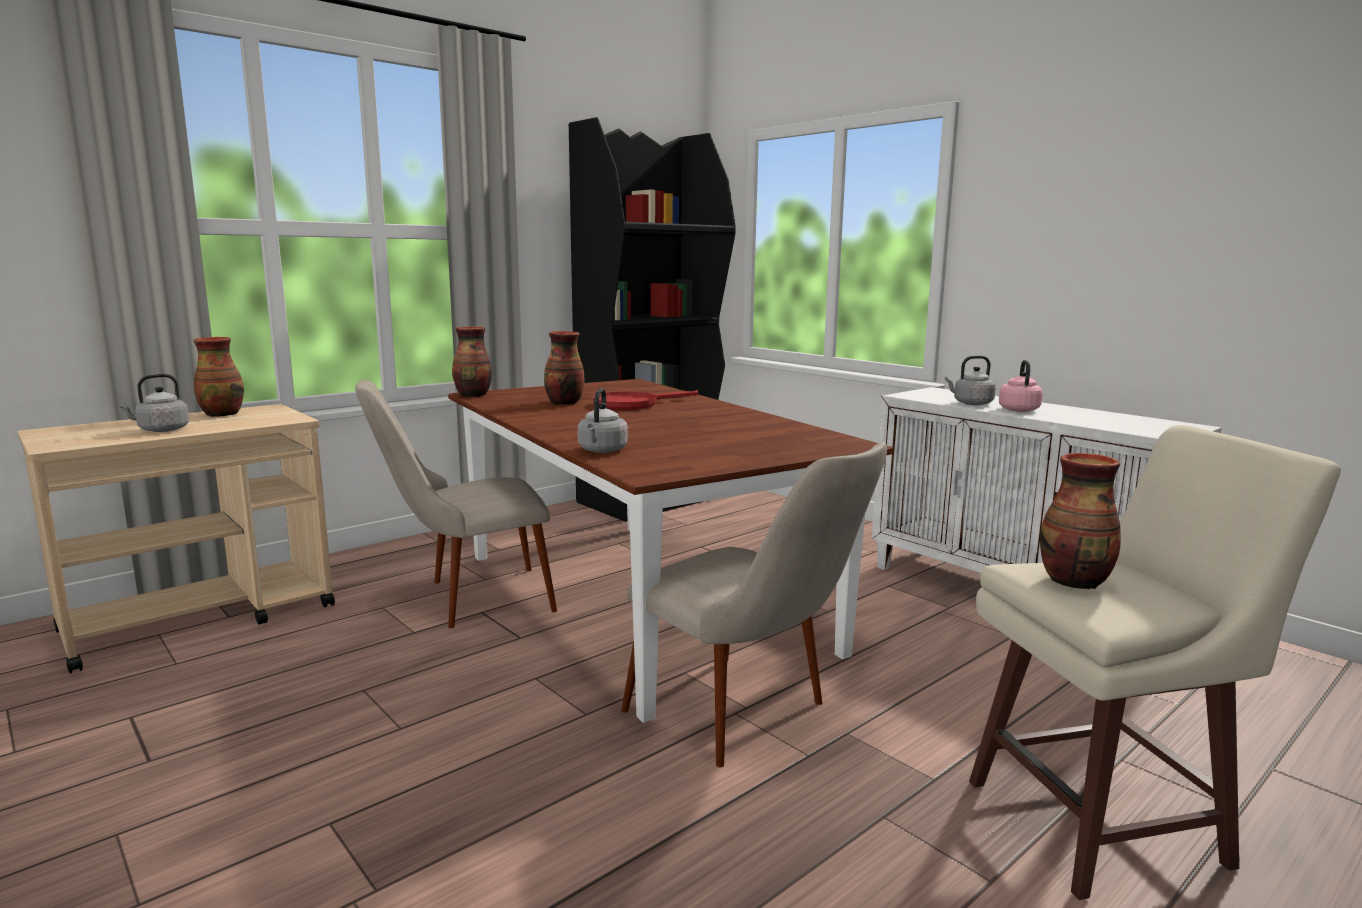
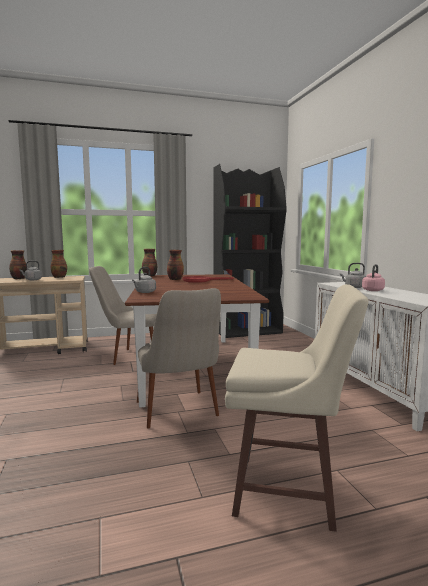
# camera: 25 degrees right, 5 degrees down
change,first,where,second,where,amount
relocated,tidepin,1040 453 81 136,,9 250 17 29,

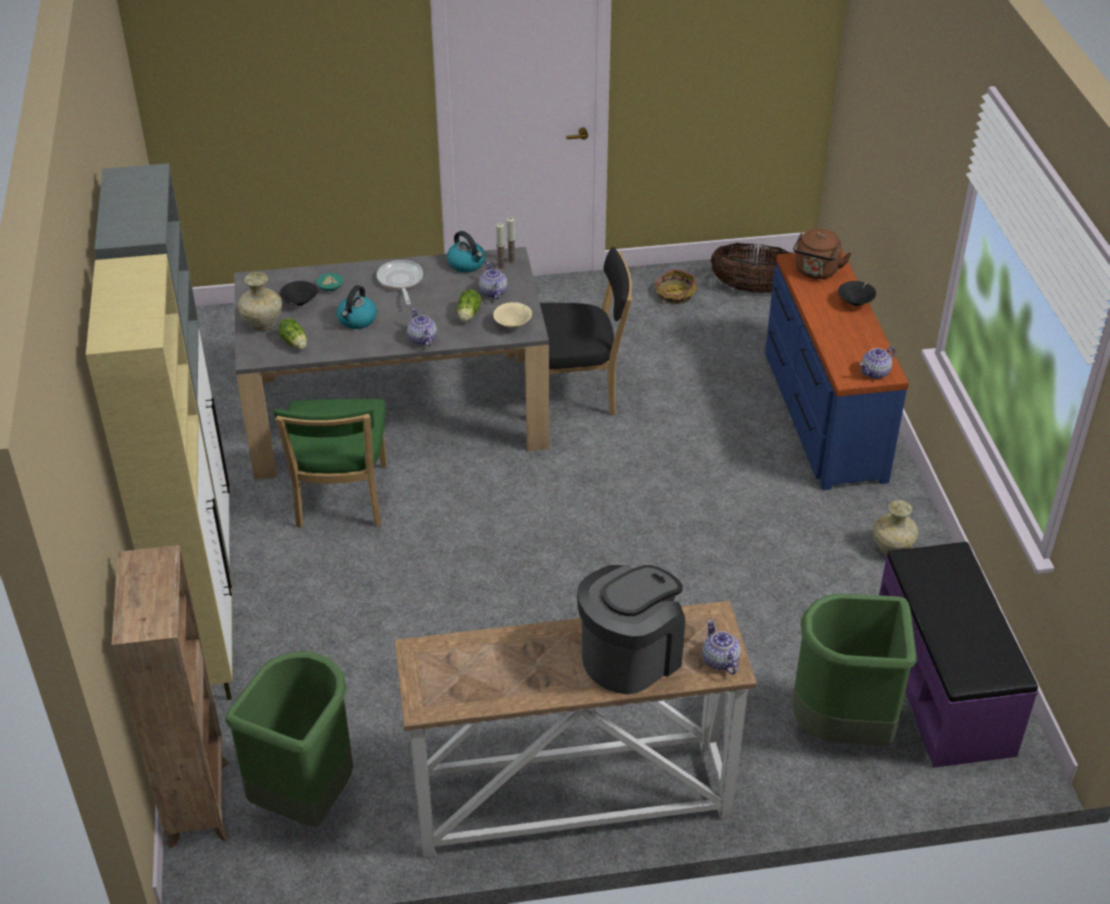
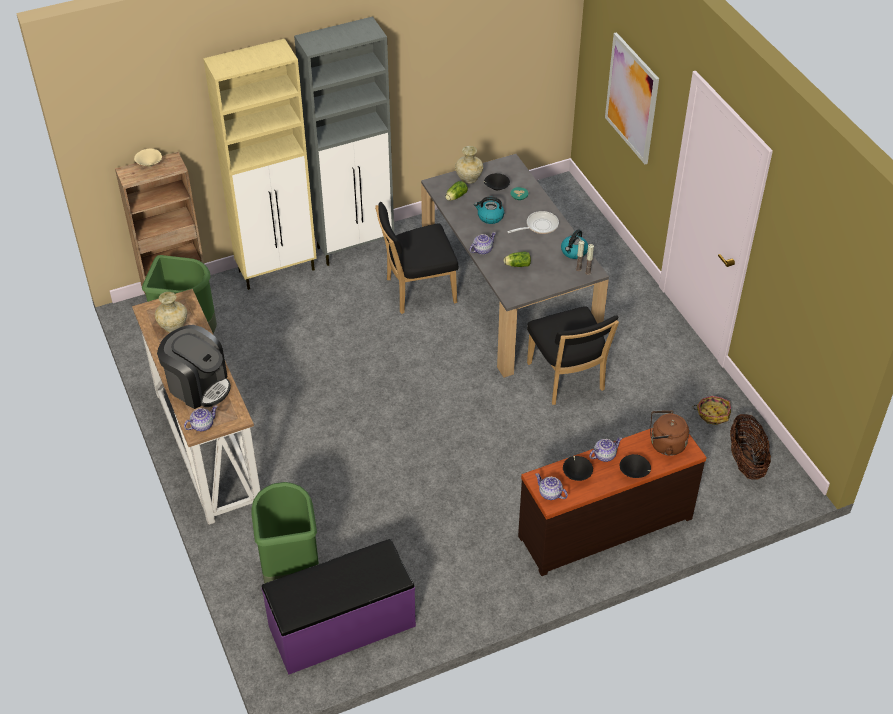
# camera: 75 degrees right, 5 degrees up
change,first,where,second,where,amount
relocated,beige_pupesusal,493 302 39 26,,134 149 28 18,
relocated,beige_tidepin,873 500 45 55,,155 292 32 41,
colour,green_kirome,274 399 113 129,black_kirome,375 202 83 112,
colour,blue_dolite,765 250 144 240,brown_dolite,518 428 189 148,
appeared,,,black_pupesusal,563 456 30 25,
relocated,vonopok,479 262 28 37,,589 437 33 25,
appeared,,,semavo,605 32 54 132,

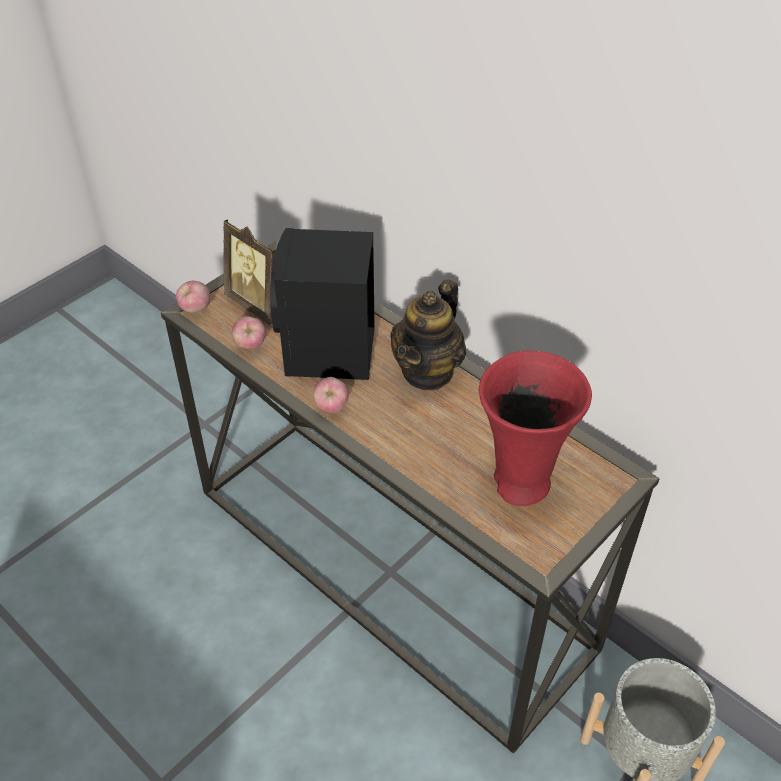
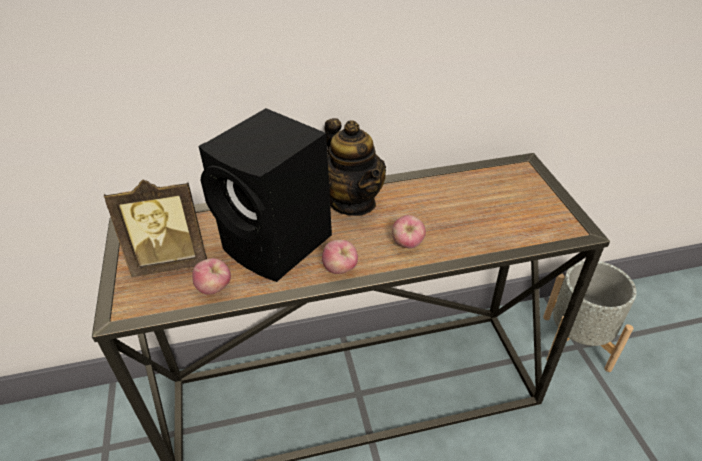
# camera: 55 degrees left, 5 degrees down
change,first,where,second,where,amount
relocated,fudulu,176 281 34 32,,392 215 34 34,
missing,red_tidepin,479 350 113 156,,,

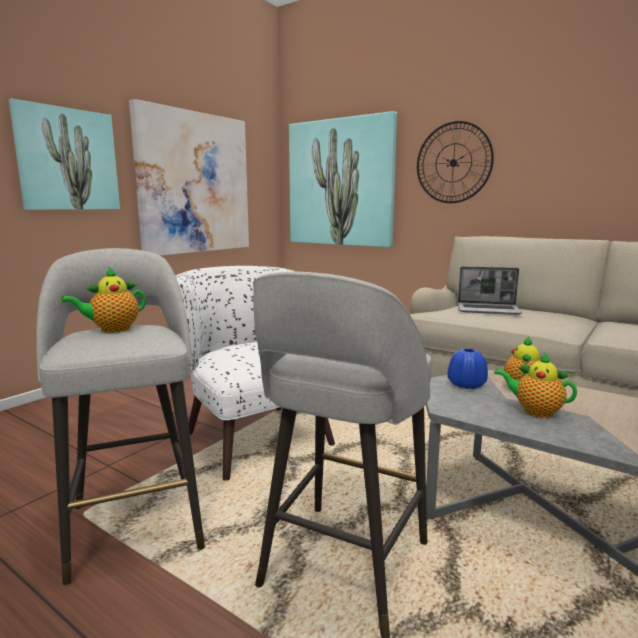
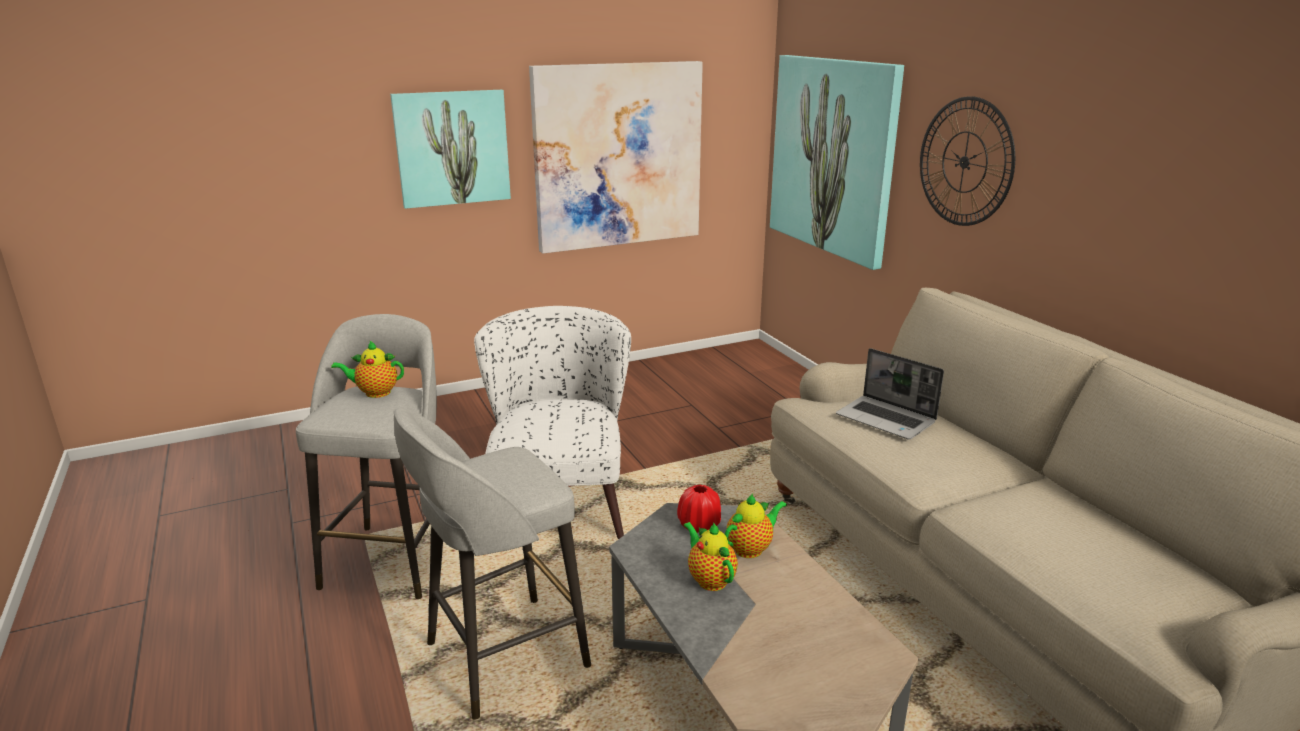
# camera: 30 degrees right, 10 degrees up
change,first,where,second,where,amount
colour,blue_tidepin,448 348 40 41,red_tidepin,677 485 44 48,

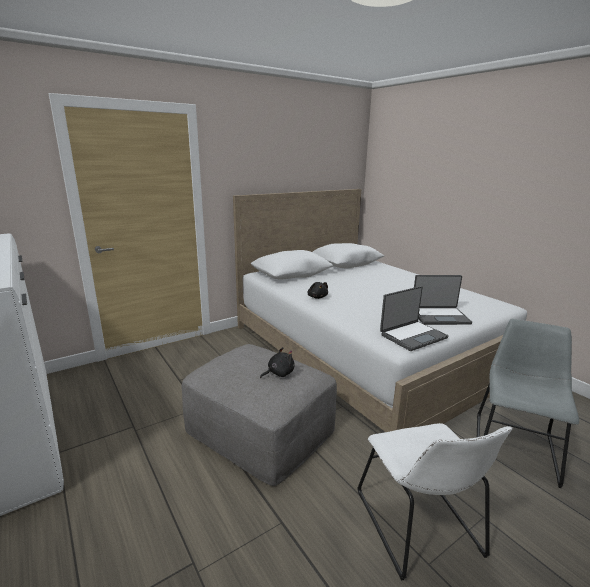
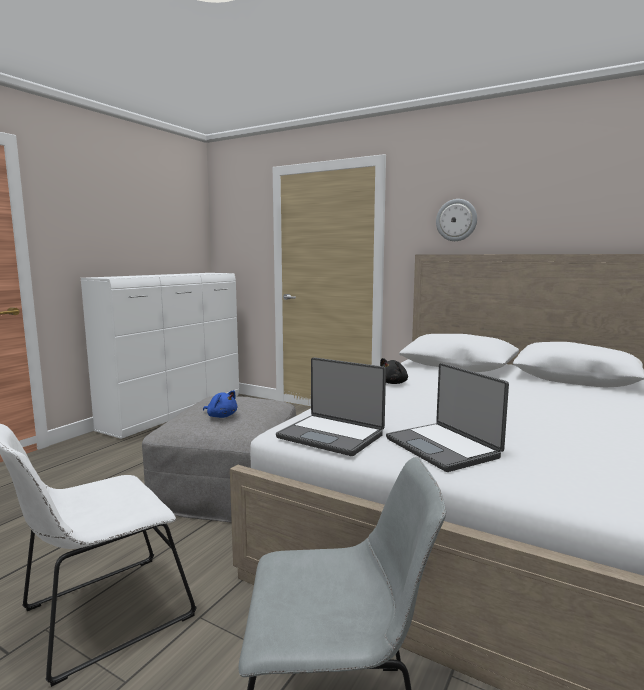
# camera: 65 degrees right, 10 degrees down
change,first,where,second,where,amount
colour,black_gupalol,260 347 35 31,blue_gupalol,203 390 34 28,
appeared,,,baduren,436 199 41 42,

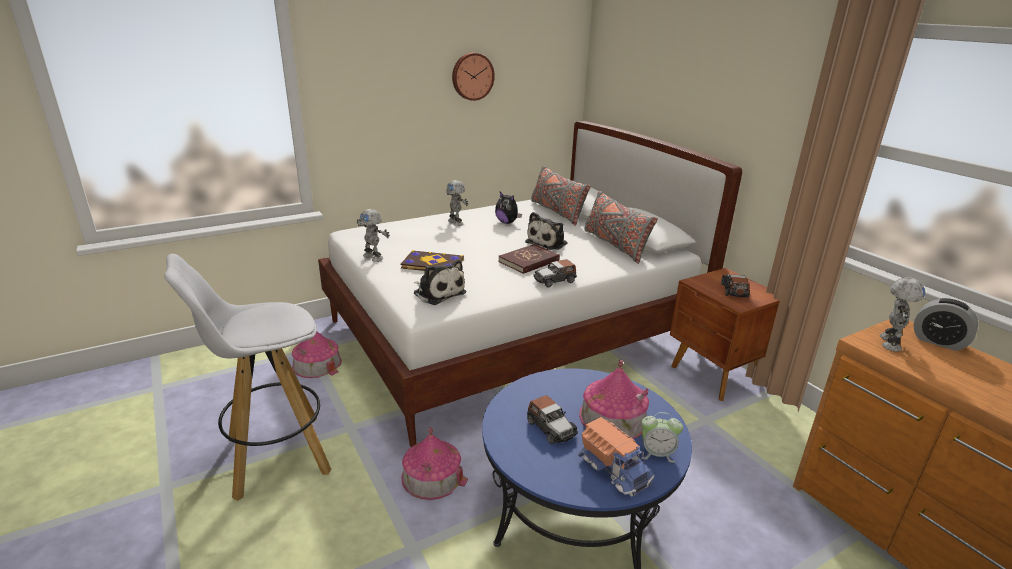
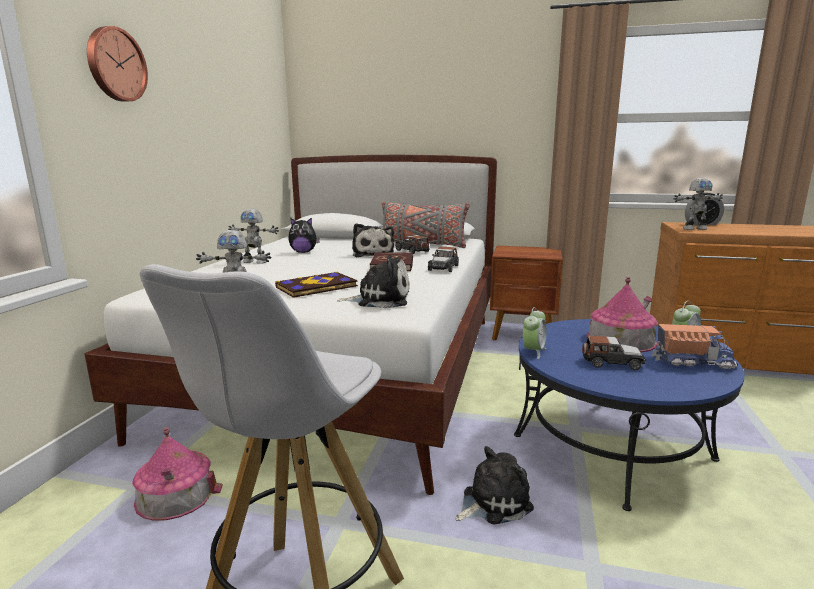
# camera: 45 degrees left, 10 degrees down
change,first,where,second,where,amount
relocated,baduren,452 53 43 48,,87 26 61 76,
relocated,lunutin,721 274 29 24,,395 235 35 19,
exchanged,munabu,401 427 67 73,gupalol,456 446 78 79,
appeared,,,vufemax,523 307 24 52,
spun,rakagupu,880 277 45 75,,674 178 49 52,105 degrees clockwise
missing,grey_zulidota,531 166 60 60,,,

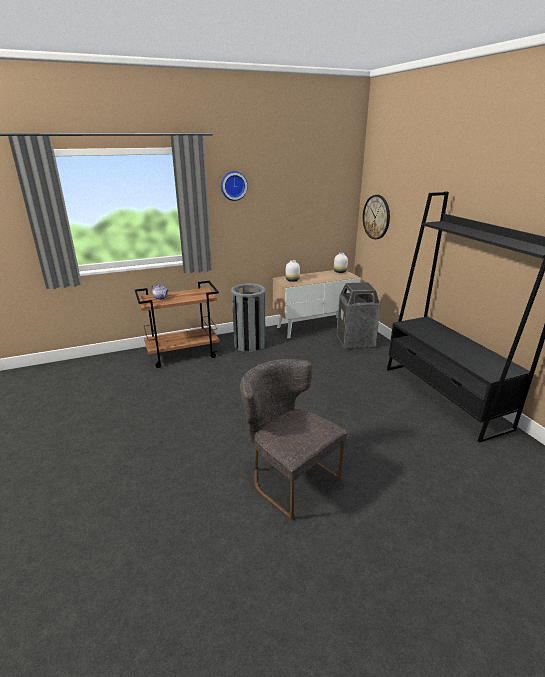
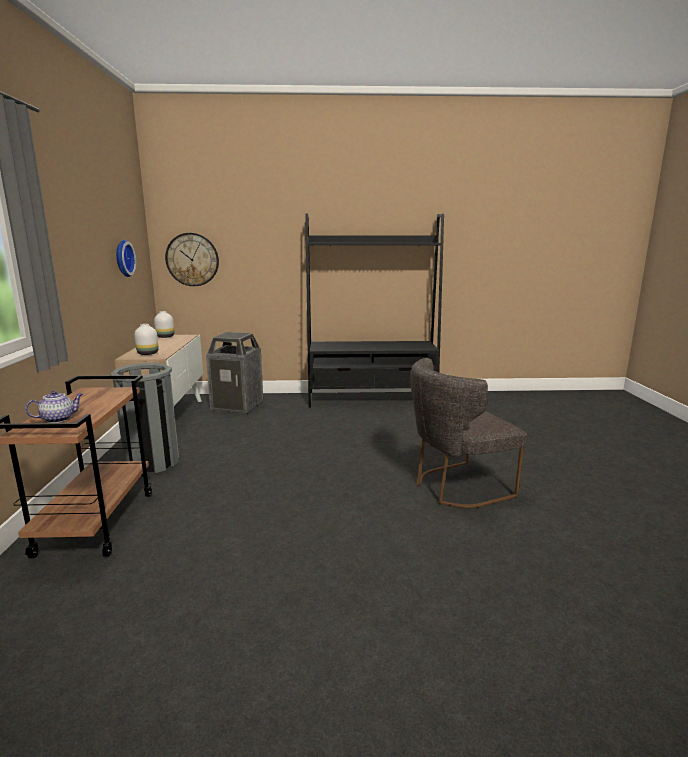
# camera: 70 degrees left, 10 degrees down
change,first,where,second,where,amount
relocated,baduren,221 171 27 30,,116 240 20 37,

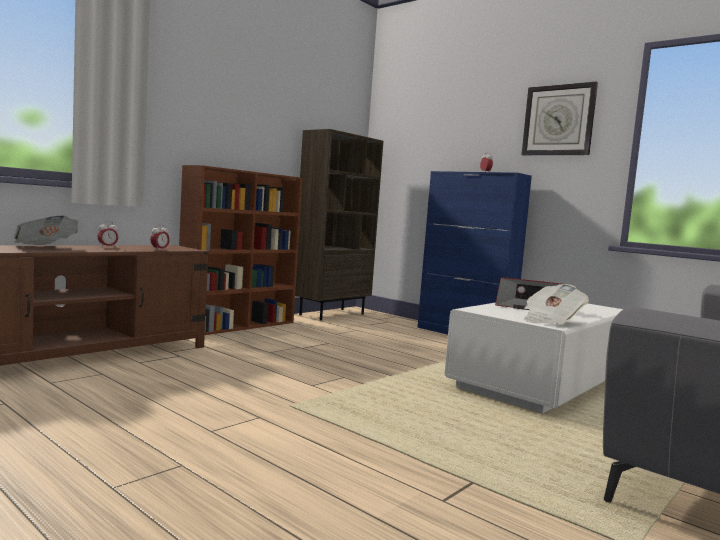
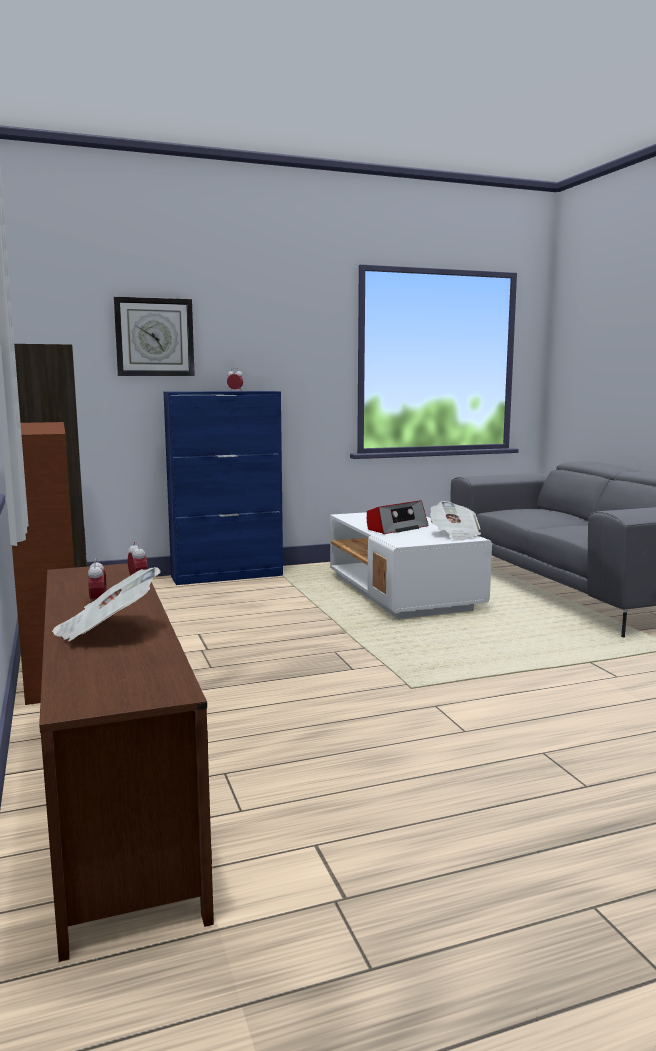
# camera: 60 degrees left, 5 degrees up
change,first,where,second,where,amount
relocated,baduren,522 82 76 73,,114 297 81 79,

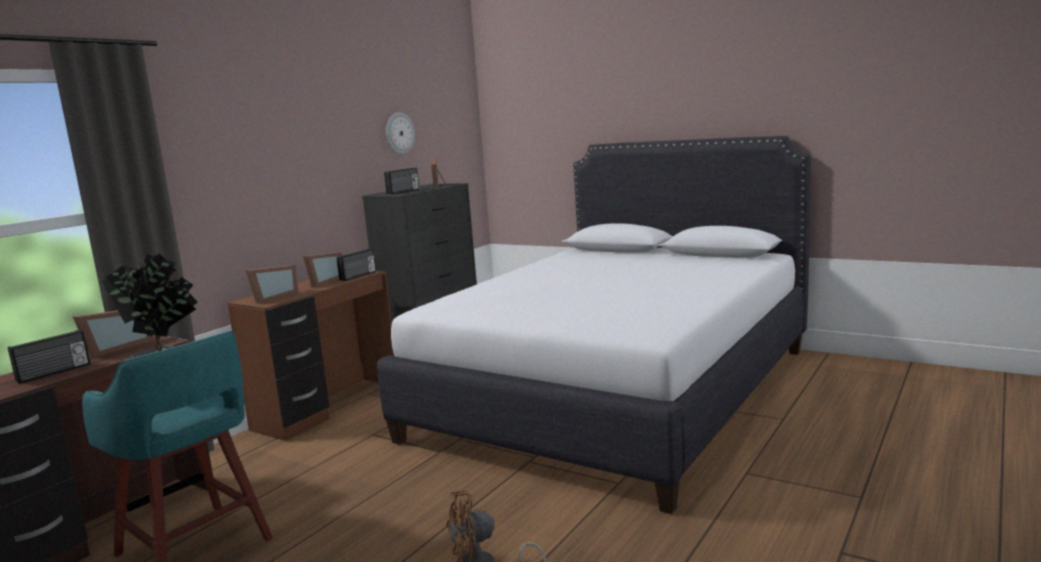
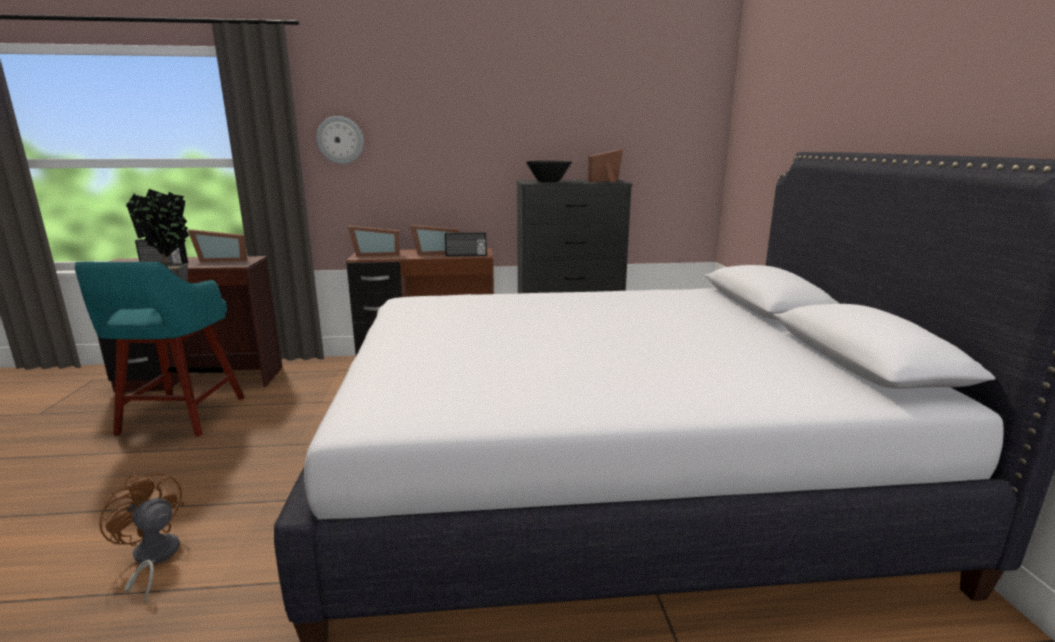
# camera: 50 degrees right, 5 degrees up
change,first,where,second,where,amount
relocated,baduren,386 112 29 43,,316 116 48 48,
exchanged,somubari,384 168 35 26,black_pupesusal,526 161 46 21,

